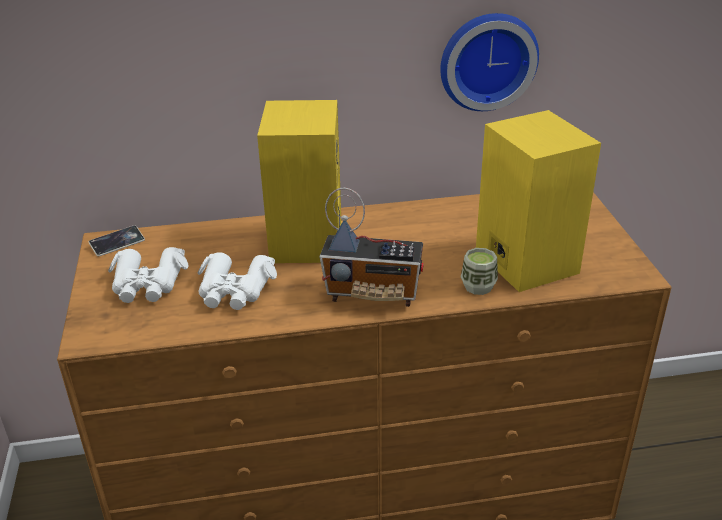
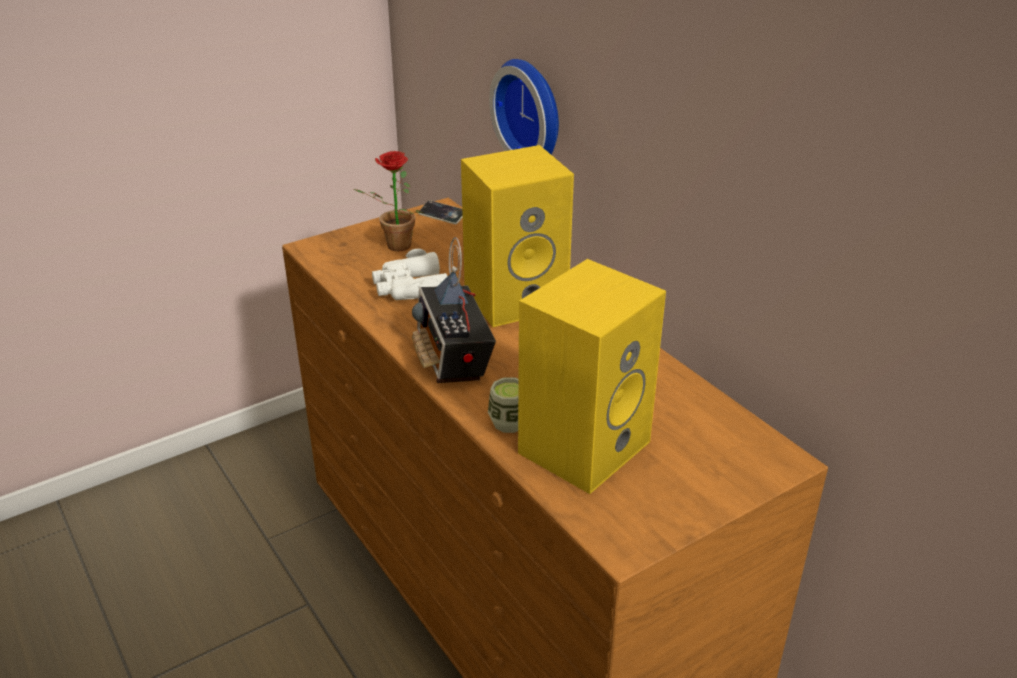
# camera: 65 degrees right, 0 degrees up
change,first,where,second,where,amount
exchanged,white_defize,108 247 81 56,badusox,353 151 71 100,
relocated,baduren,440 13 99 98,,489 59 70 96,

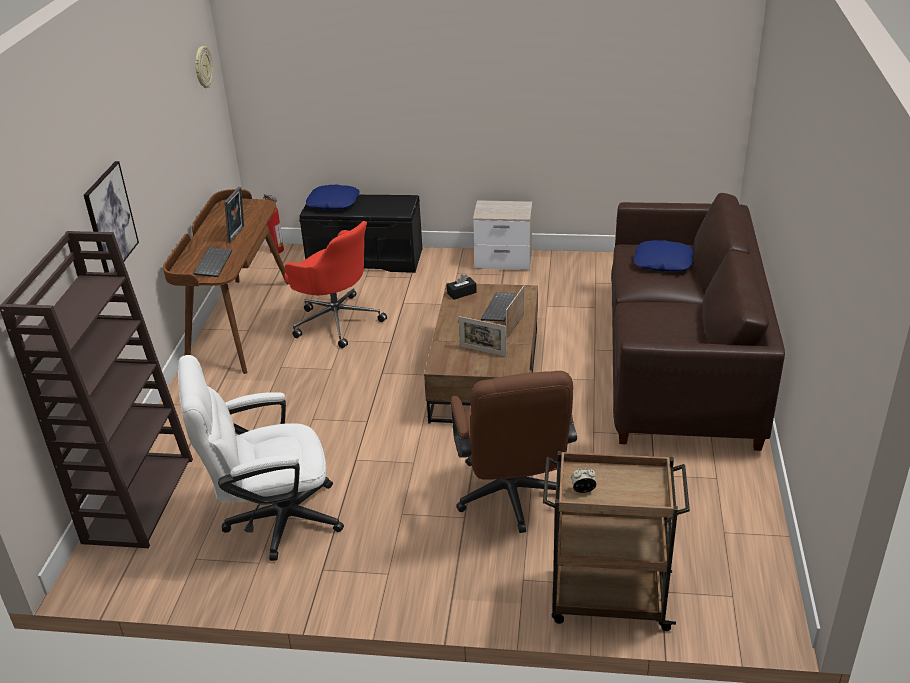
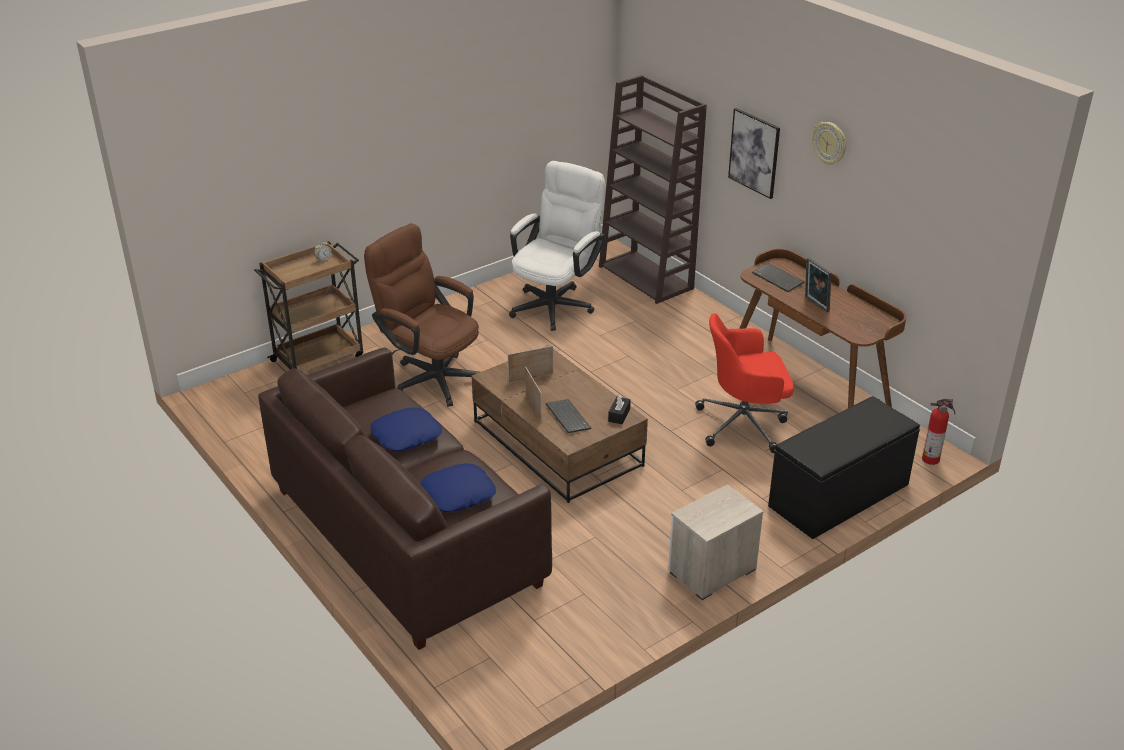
# camera: 135 degrees right, 0 degrees up
change,first,where,second,where,amount
relocated,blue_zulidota,306 184 54 26,,370 407 72 44,
relocated,baduren,195 46 18 42,,813 122 33 43,

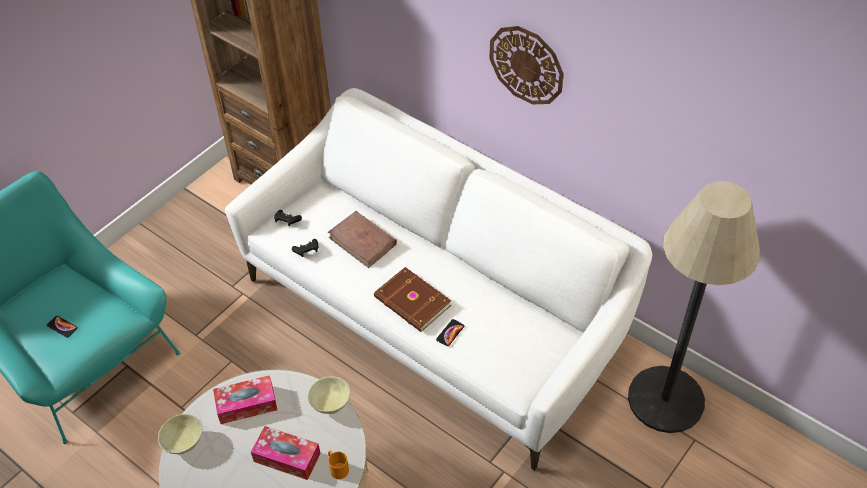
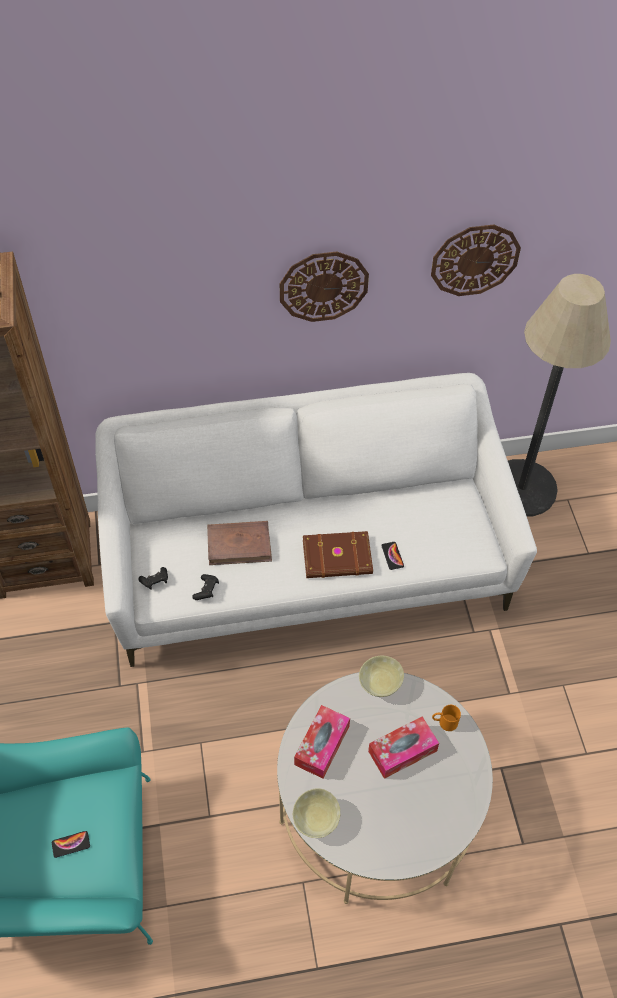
# camera: 50 degrees left, 5 degrees up
change,first,where,second,where,amount
appeared,,,baduren,431 225 90 71,

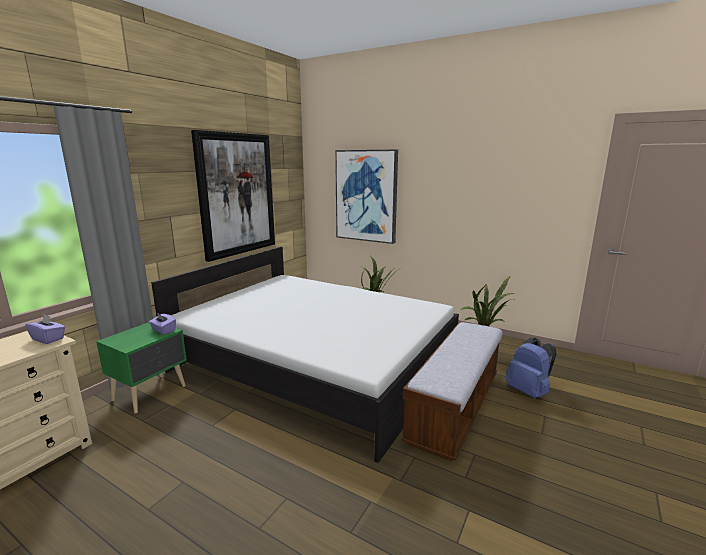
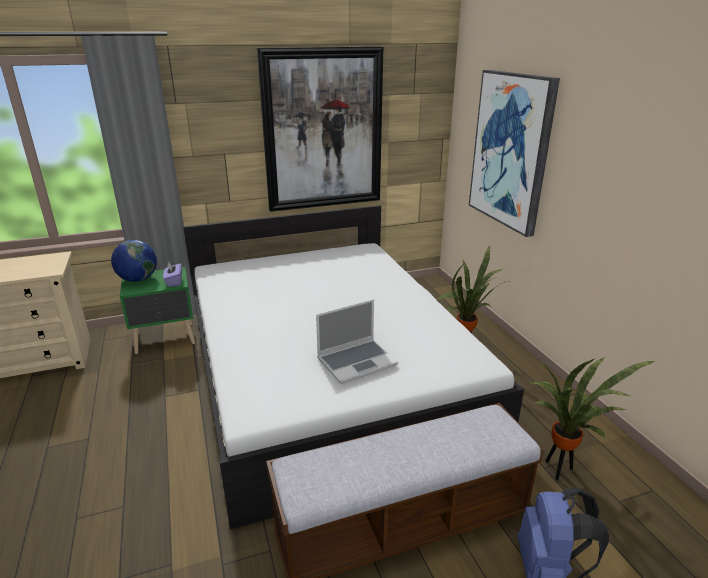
# camera: 40 degrees right, 10 degrees up
change,first,where,second,where,amount
appeared,,,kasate,111 240 46 42,
appeared,,,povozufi,316 299 82 85,
missing,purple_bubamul,25 314 40 30,,,

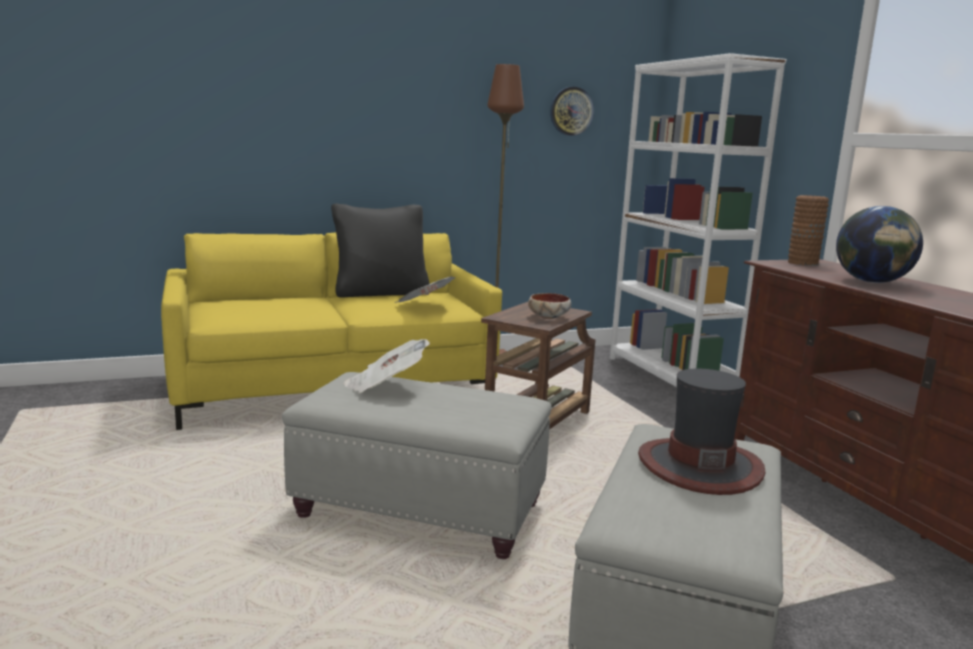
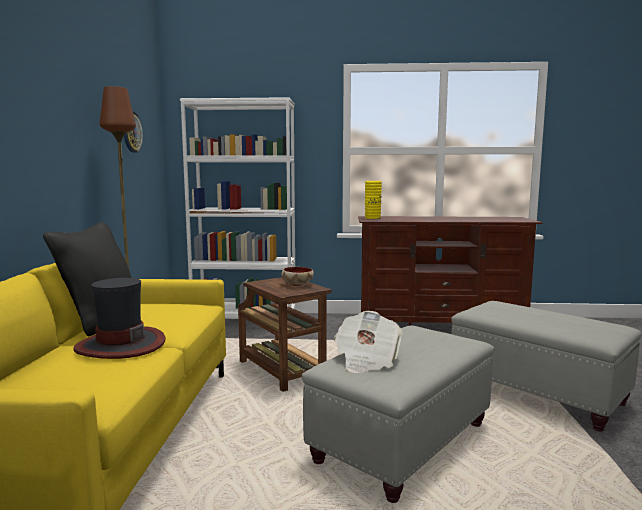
# camera: 65 degrees left, 5 degrees down
change,first,where,second,where,amount
relocated,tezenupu,638 369 128 126,,74 278 91 81,
colour,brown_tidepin,788 195 41 71,yellow_tidepin,365 181 17 38,
missing,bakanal,395 276 60 27,,,
missing,kasate,836 206 87 77,,,

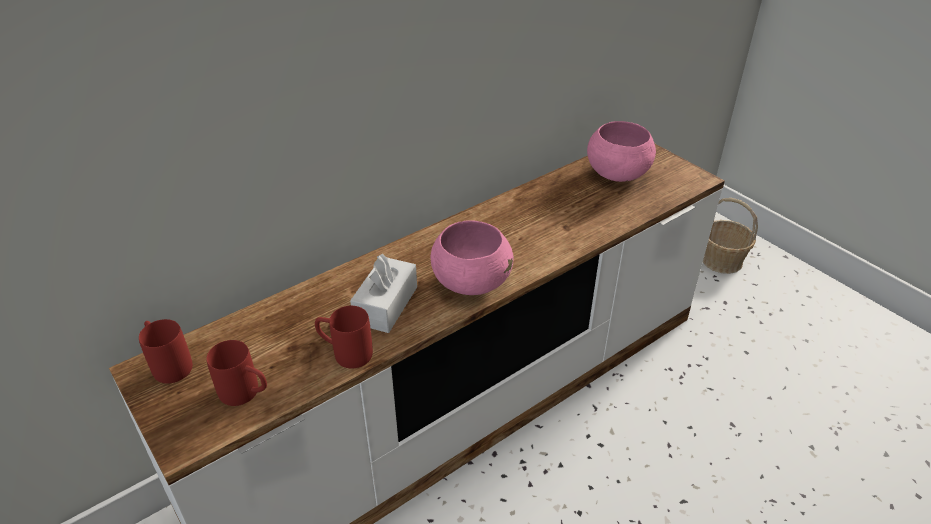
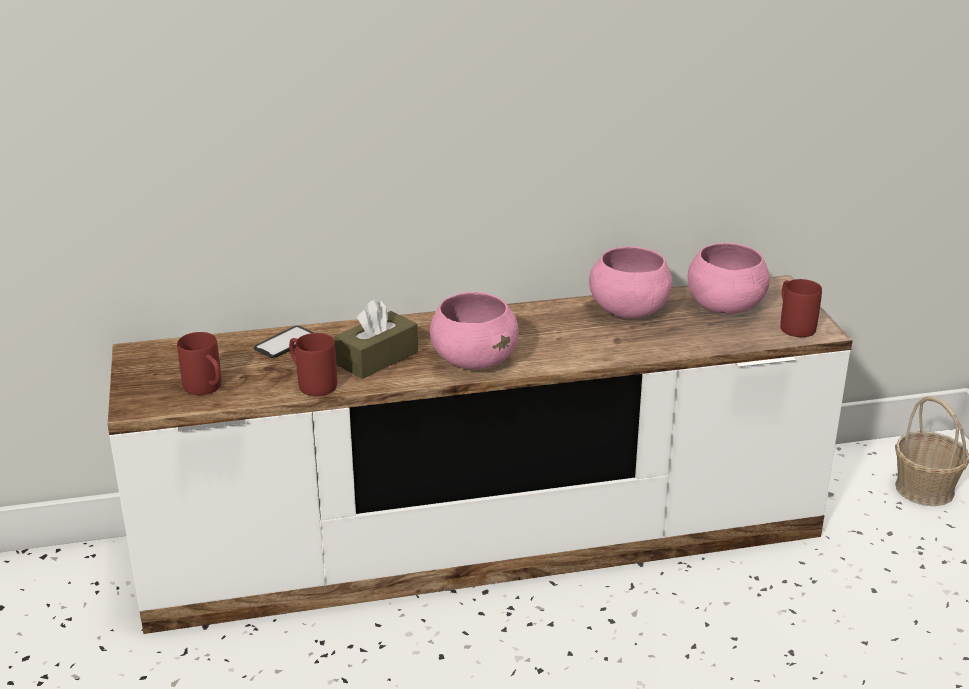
# camera: 25 degrees right, 10 degrees down
change,first,where,second,where,amount
appeared,,,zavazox,254 326 60 32,
colour,white_bubamul,350 254 67 79,brown_bubamul,334 299 84 80,
appeared,,,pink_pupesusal,589 246 84 72,
relocated,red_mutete,139 319 54 65,,780 279 42 58,

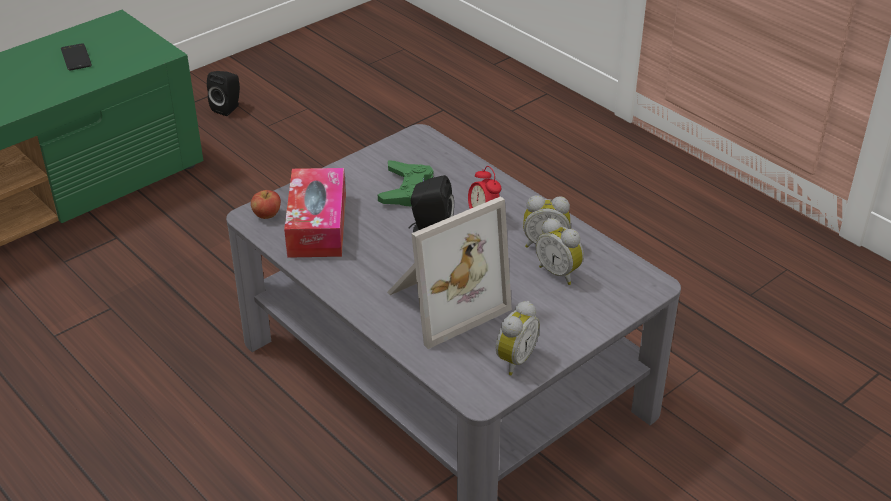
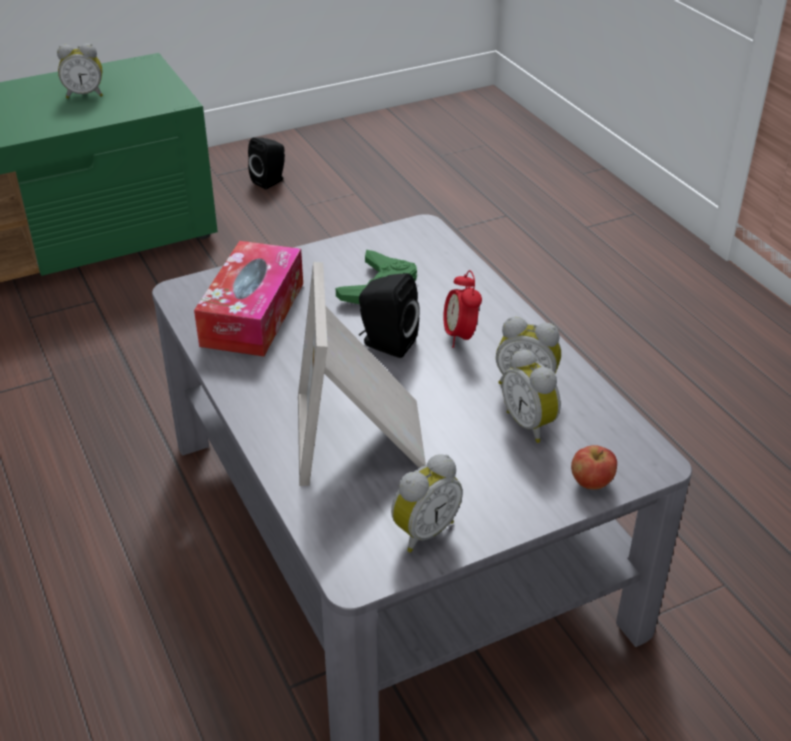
# camera: 15 degrees right, 0 degrees up
change,first,where,second,where,amount
exchanged,zavazox,61 43 31 28,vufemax,57 43 46 56,
spun,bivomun,387 197 125 152,,298 262 128 224,105 degrees clockwise
relocated,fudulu,251 190 30 29,,571 445 46 45,

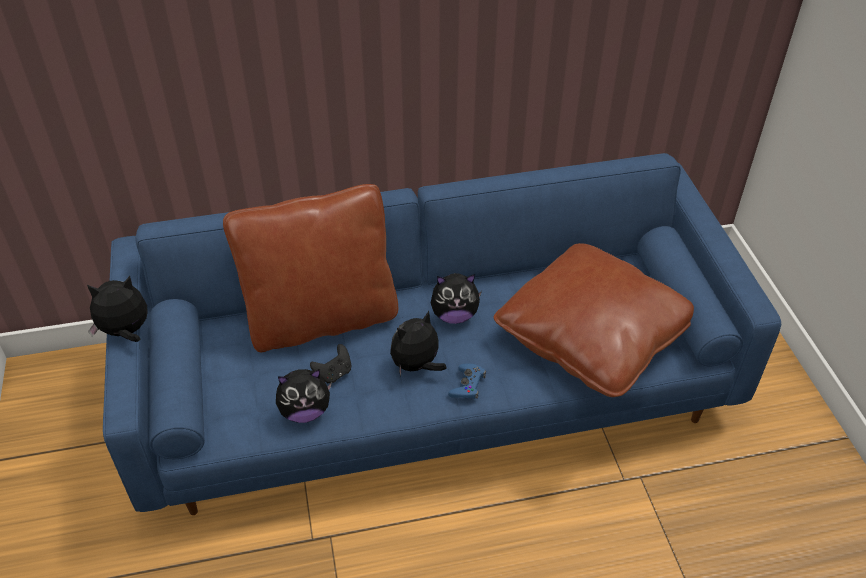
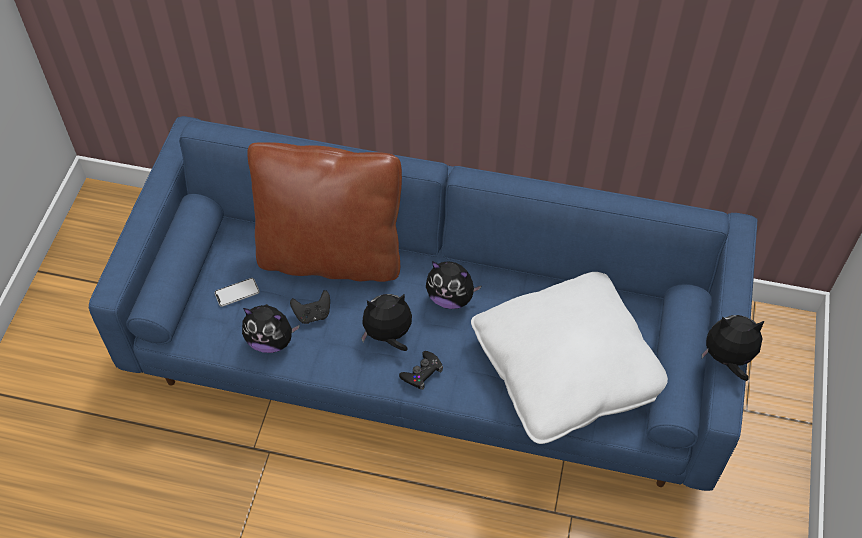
# camera: 25 degrees right, 10 degrees up
change,first,where,second,where,amount
appeared,,,zavazox,214 278 46 29,
colour,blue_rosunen,448 364 38 35,black_rosunen,399 351 44 39,
colour,brown_zulidota,494 243 200 154,white_zulidota,471 272 197 172,
relocated,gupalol,87 276 60 66,,702 315 62 66,

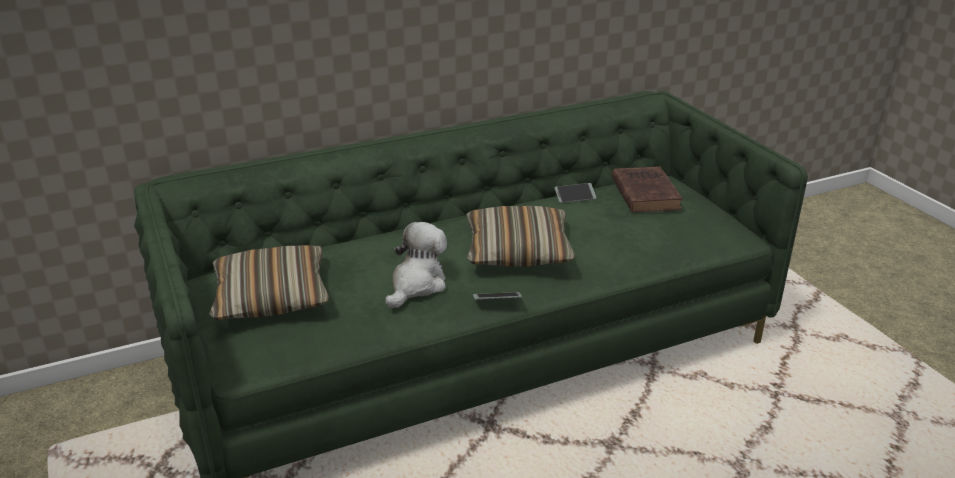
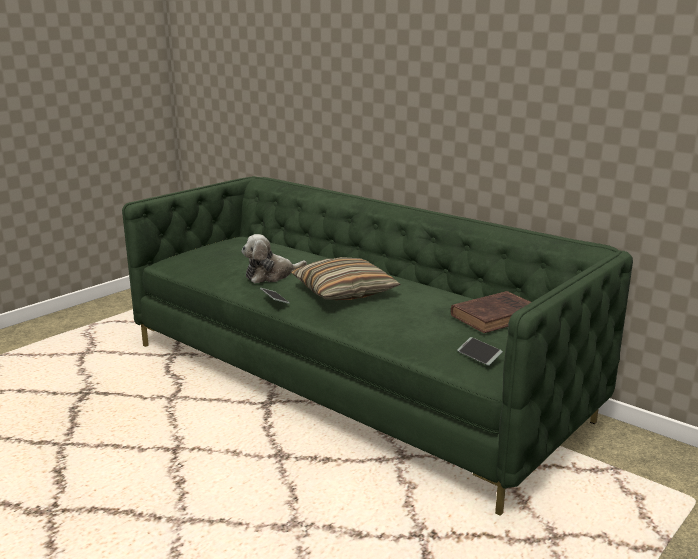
# camera: 65 degrees right, 10 degrees down
change,first,where,second,where,amount
spun,gupalol,385 222 62 86,,242 234 65 49,150 degrees clockwise
relocated,zavazox,555 183 41 20,,457 337 46 29,
missing,zulidota,209 245 120 75,,,

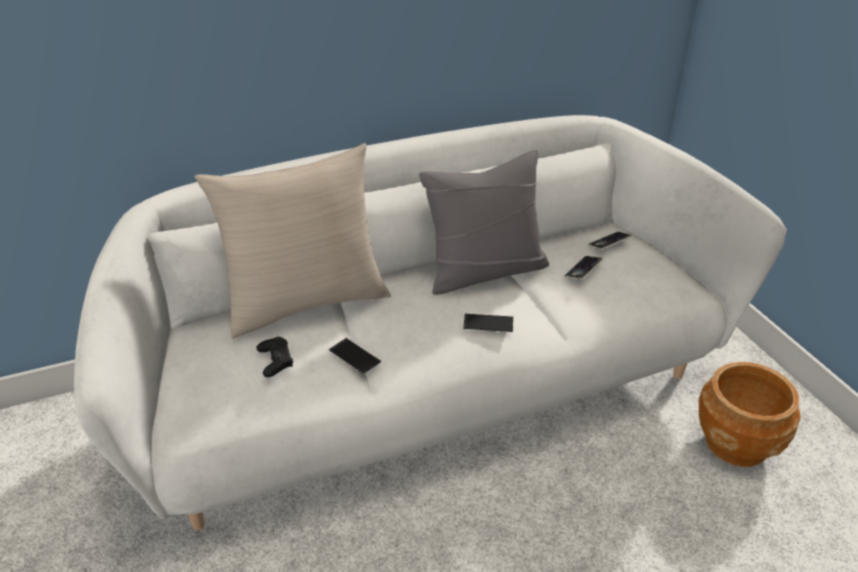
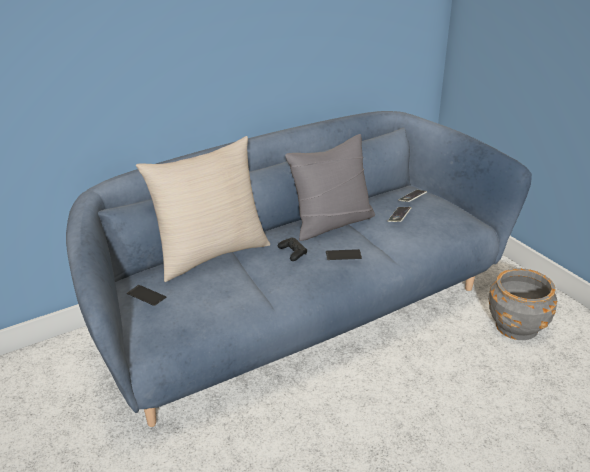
# camera: 10 degrees left, 5 degrees down
change,first,where,second,where,amount
colour,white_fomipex,74 115 713 415,blue_fomipex,66 111 466 316,
relocated,zavazox,329 338 52 36,,127 285 40 21,
relocated,black_rosunen,256 337 37 40,,278 238 29 23,
colour,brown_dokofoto,698 362 102 105,grey_dokofoto,488 268 69 72,

